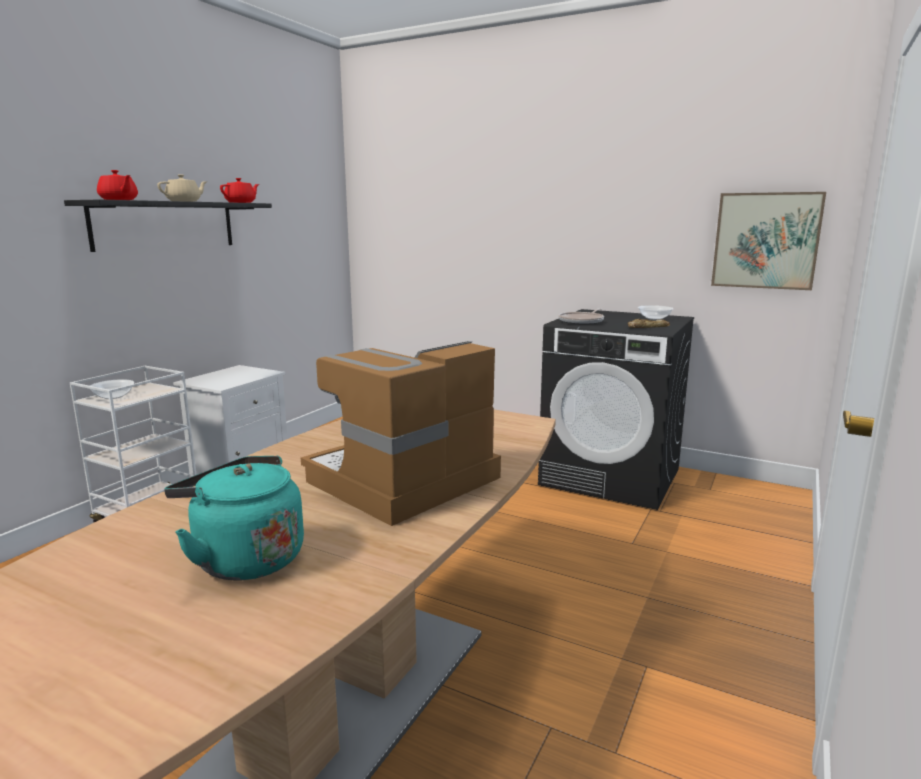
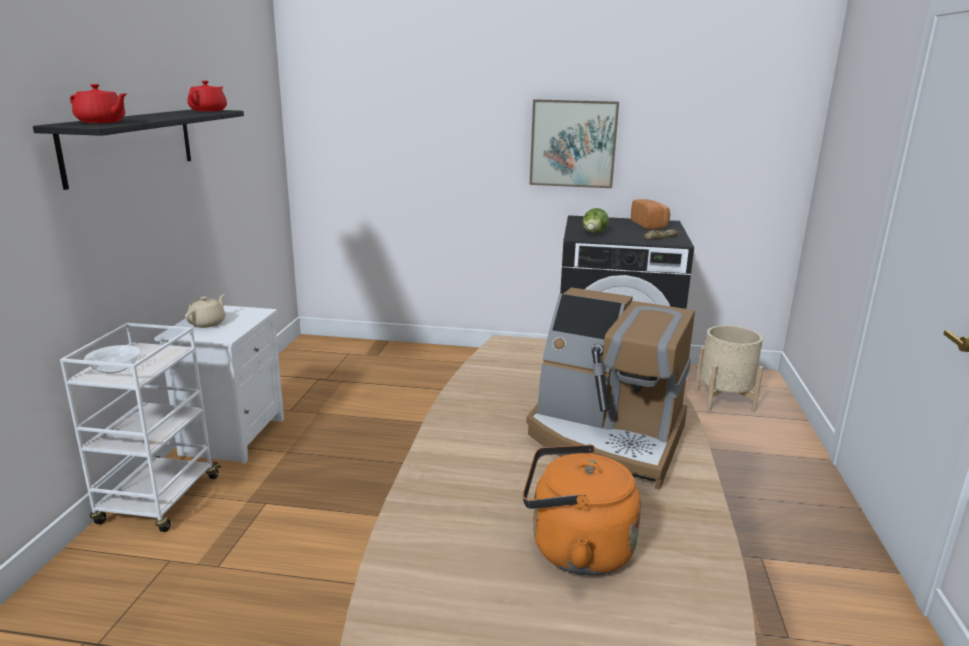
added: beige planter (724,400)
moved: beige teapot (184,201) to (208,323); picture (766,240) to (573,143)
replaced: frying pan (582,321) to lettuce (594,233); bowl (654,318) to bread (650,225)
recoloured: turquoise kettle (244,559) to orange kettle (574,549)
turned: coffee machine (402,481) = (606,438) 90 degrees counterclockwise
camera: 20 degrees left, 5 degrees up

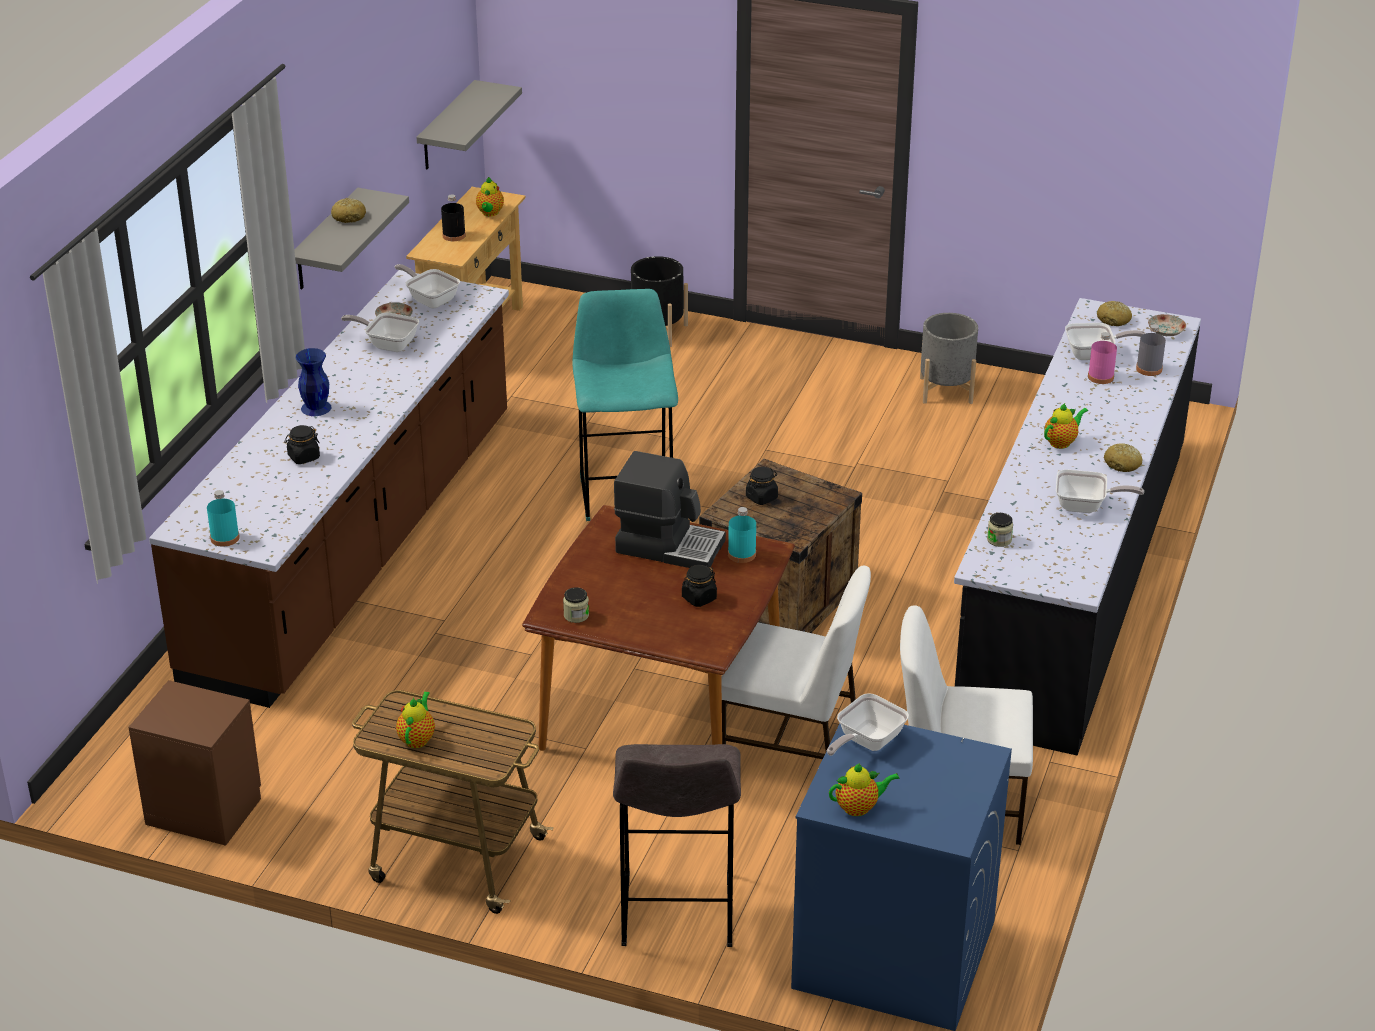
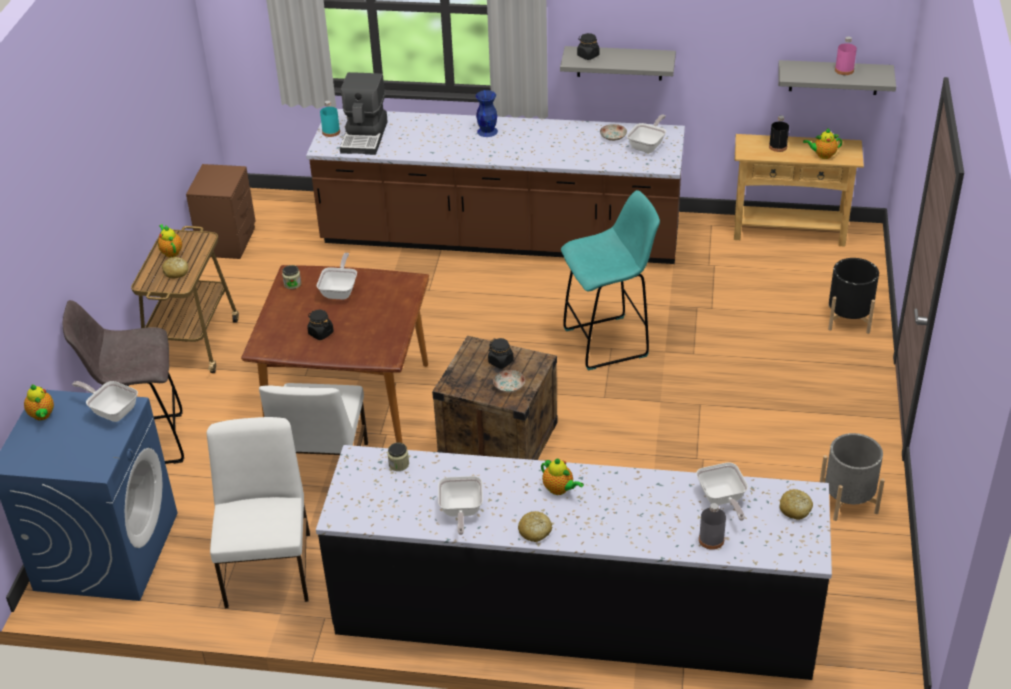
removed: turquoise bottle (741,554)
moved: bread (349,217) to (176,272); frying pan (388,344) to (340,290); coffee machine (669,545) to (365,137); plate (1165,332) to (509,386); black jar (303,457) to (588,55); pink bottle (1100,377) to (844,70)
turned: teapot (417,738) = (171,252) 120 degrees counterclockwise
camera: 80 degrees right, 5 degrees up

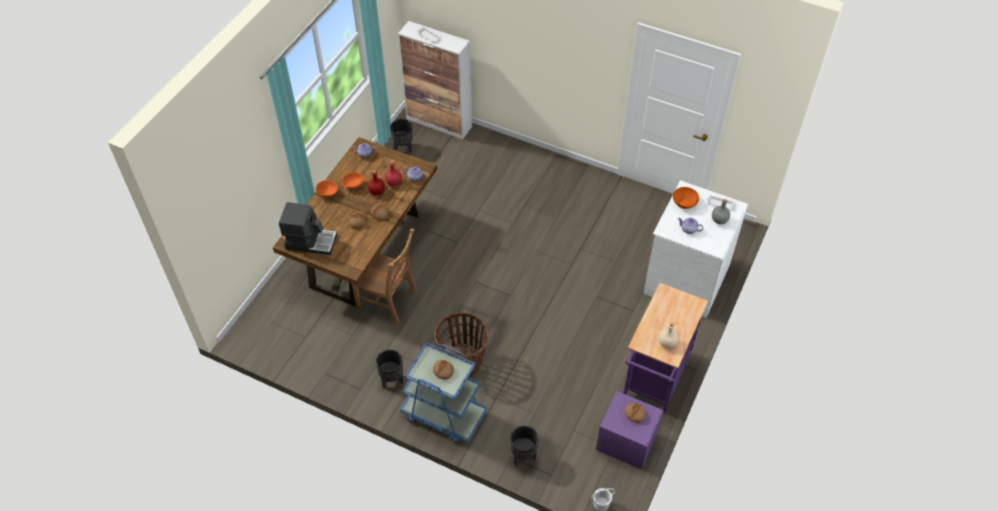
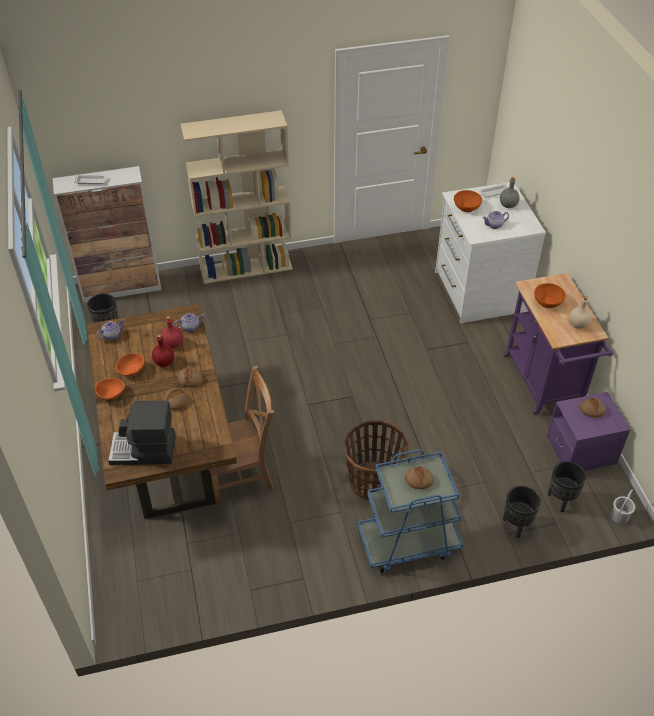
added: beige bookcase (246,268); orange bowl (547,302)
moved: black planter (391,380) to (560,500)
turned: coffee machine (311,241) = (143,450) 150 degrees counterclockwise
camera: 40 degrees left, 5 degrees down

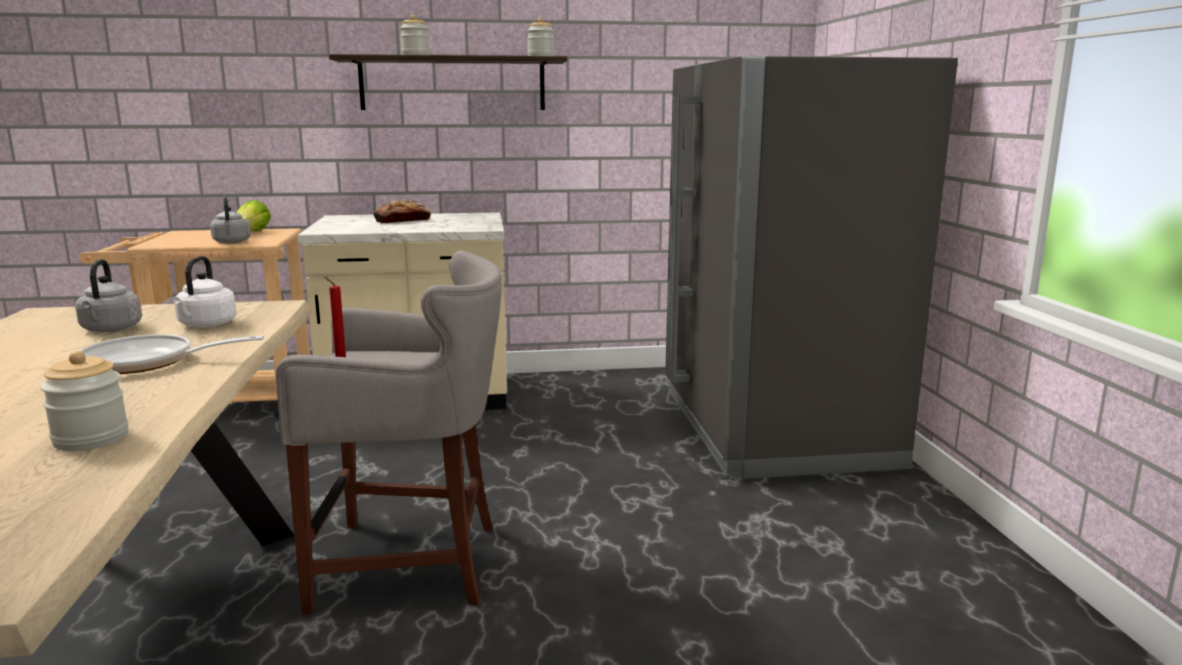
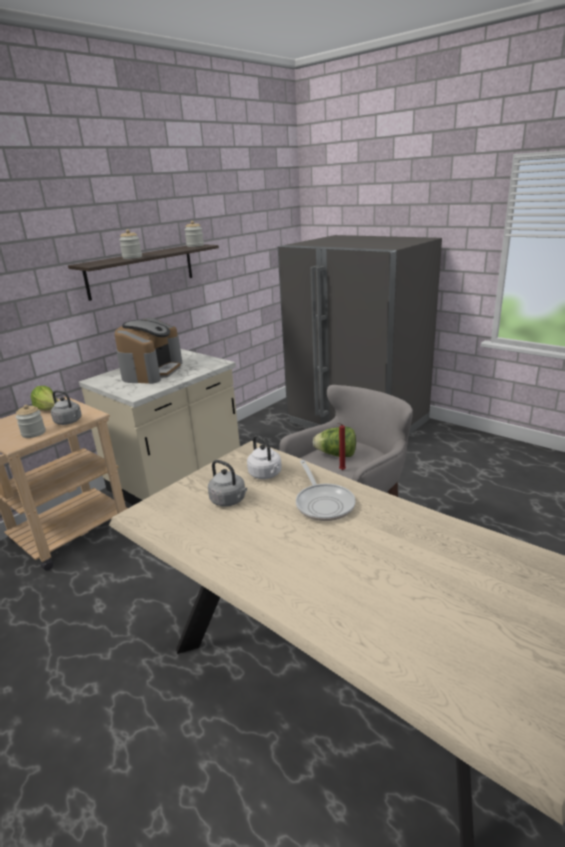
added: lettuce (336,455)
moved: jar (91,438) to (33,433)
replaced: bread (402,221) to coffee machine (152,371)
turned: frying pan (147,362) = (323,503) 60 degrees counterclockwise
camera: 40 degrees left, 10 degrees up

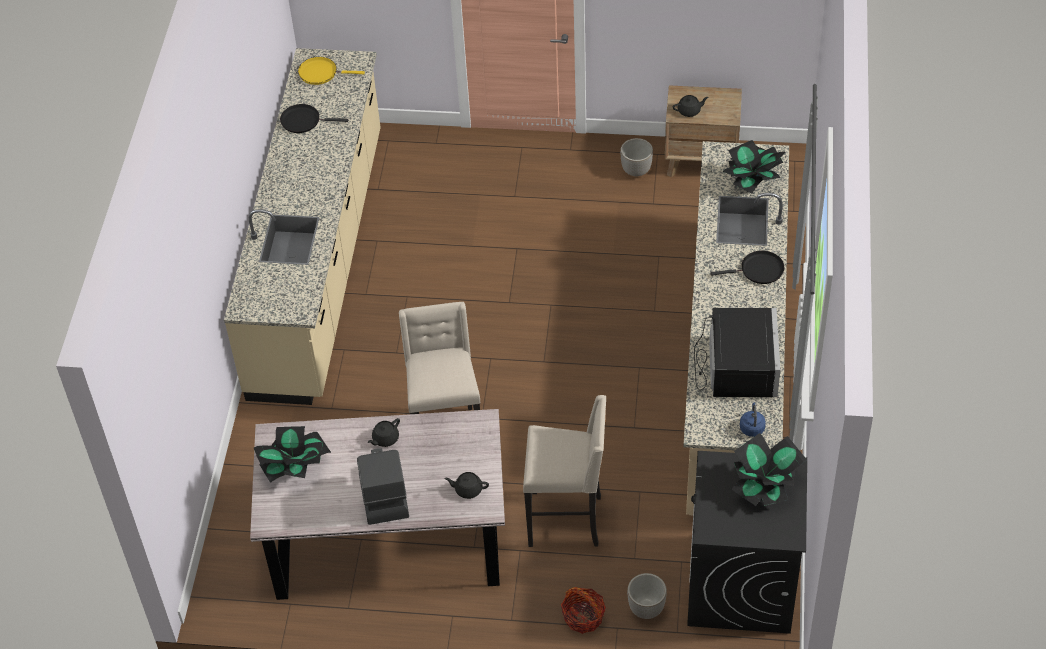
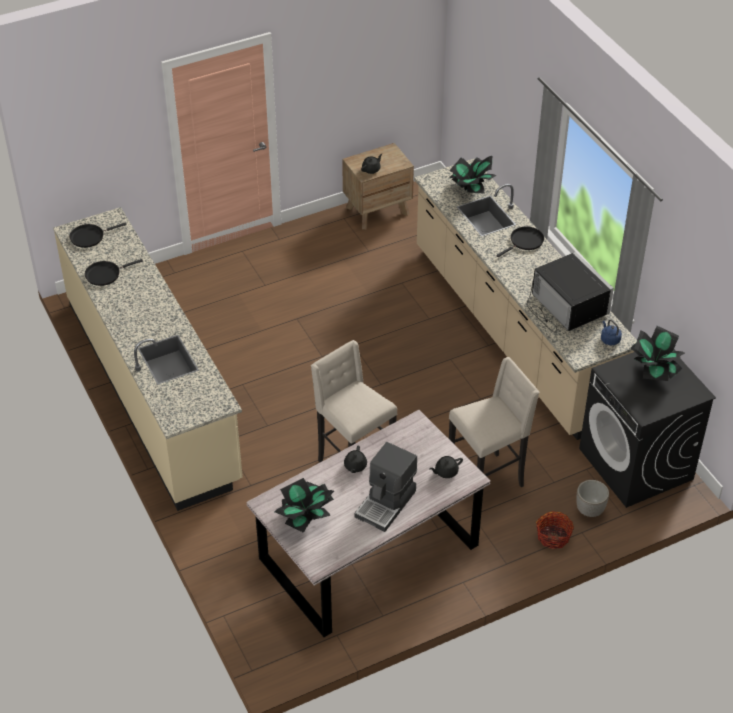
removed: planter (636,170)
recoloured: yellow frying pan (321,73) to black frying pan (89,237)
turned: coffee machine (382,493) = (386,503) 105 degrees counterclockwise
camera: 35 degrees left, 5 degrees down

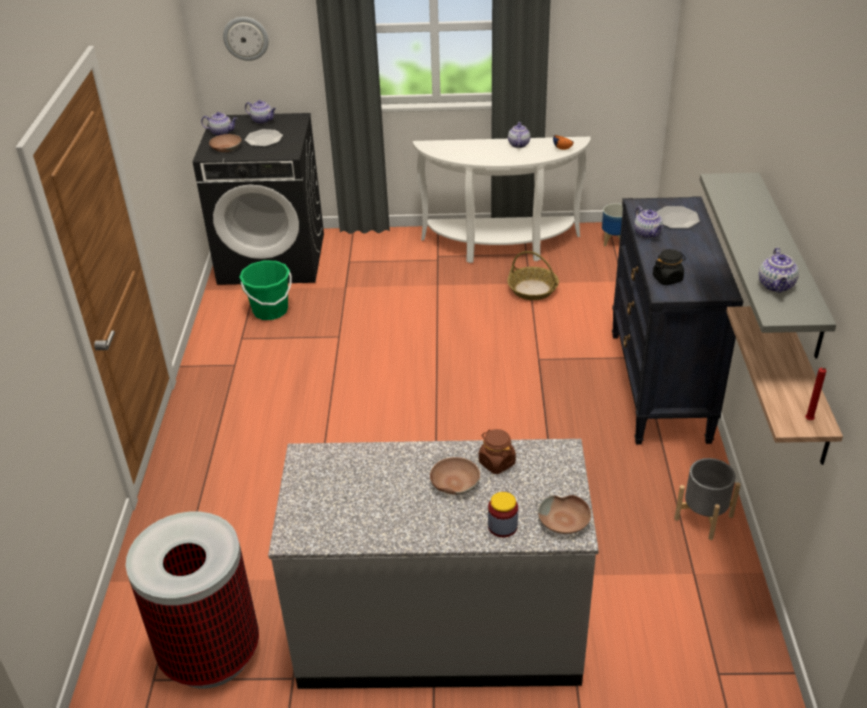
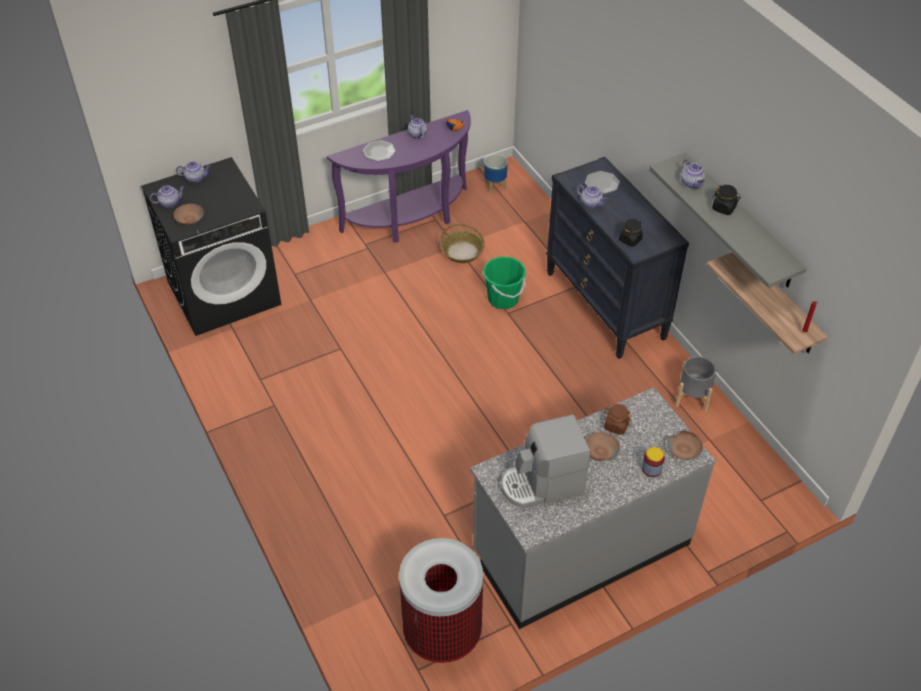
removed: wall clock (246,38)
added: coffee machine (542,484); black jar (724,208)
moved: plate (264,139) to (379,152); green bucket (270,311) to (503,299); teapot (776,286) to (692,183)
recoloured: white console table (501,248) to purple console table (411,219)
camera: 30 degrees left, 10 degrees up

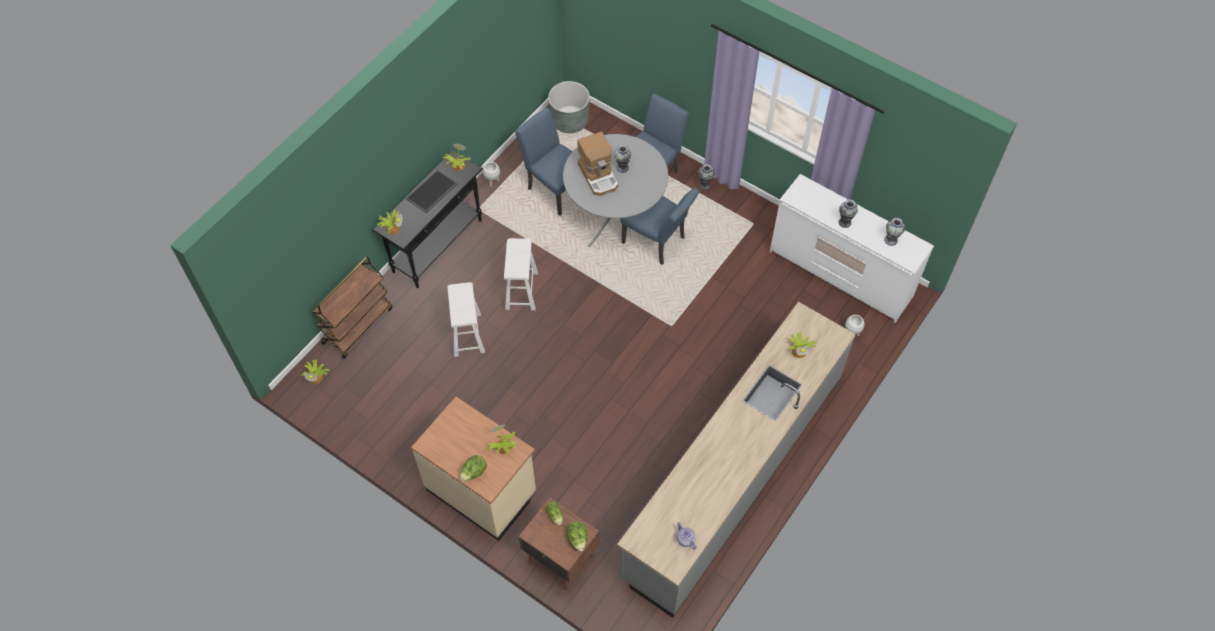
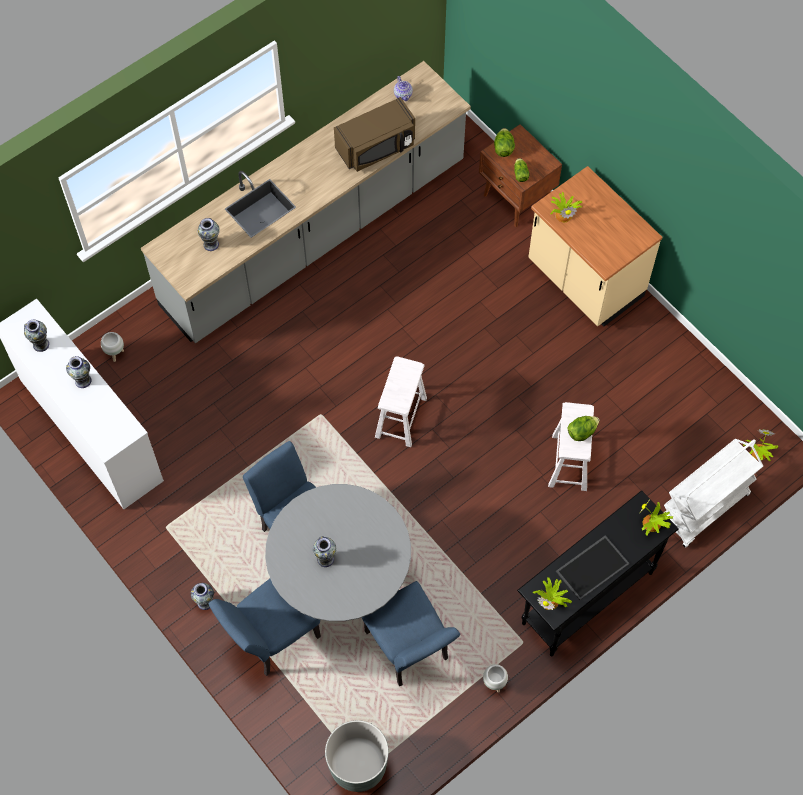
removed: coffee machine (599,176)
added: brown microwave (377,147)
moved: white stool (521,290) to (400,417); lettuce (474,472) to (582,432)
replaced: potted plant (799,350) to vase (211,244)
recoloured: brown cart (357,325) to white cart (703,508)
camera: 165 degrees left, 5 degrees up

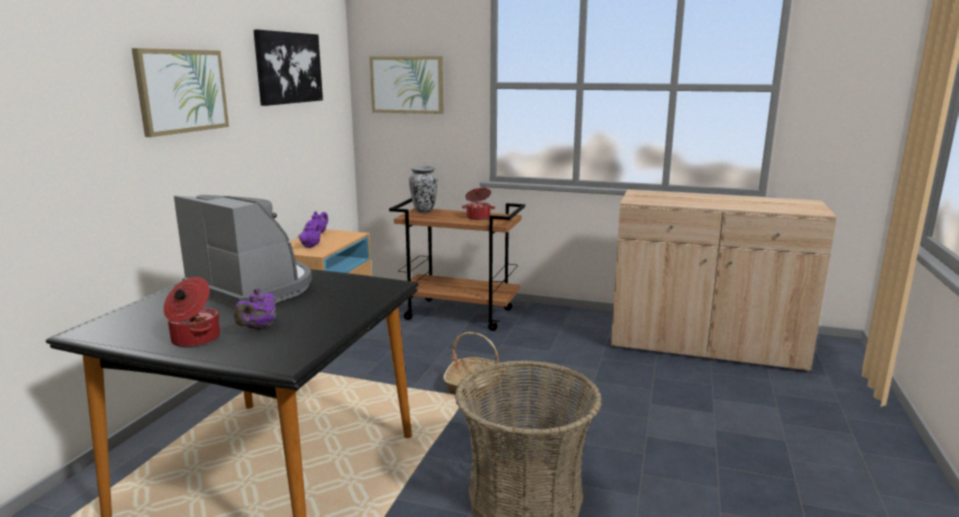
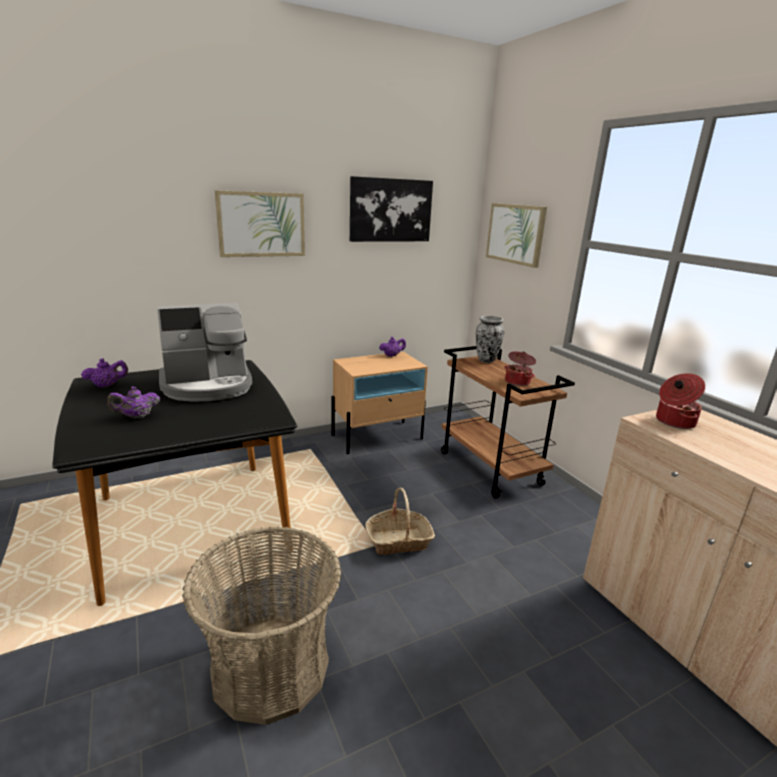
moved: purple teapot (311,246) to (107,385); cooking pot (194,340) to (673,422)
turned: coffee machine (253,288) = (208,385) 75 degrees clockwise
camera: 45 degrees right, 5 degrees up

